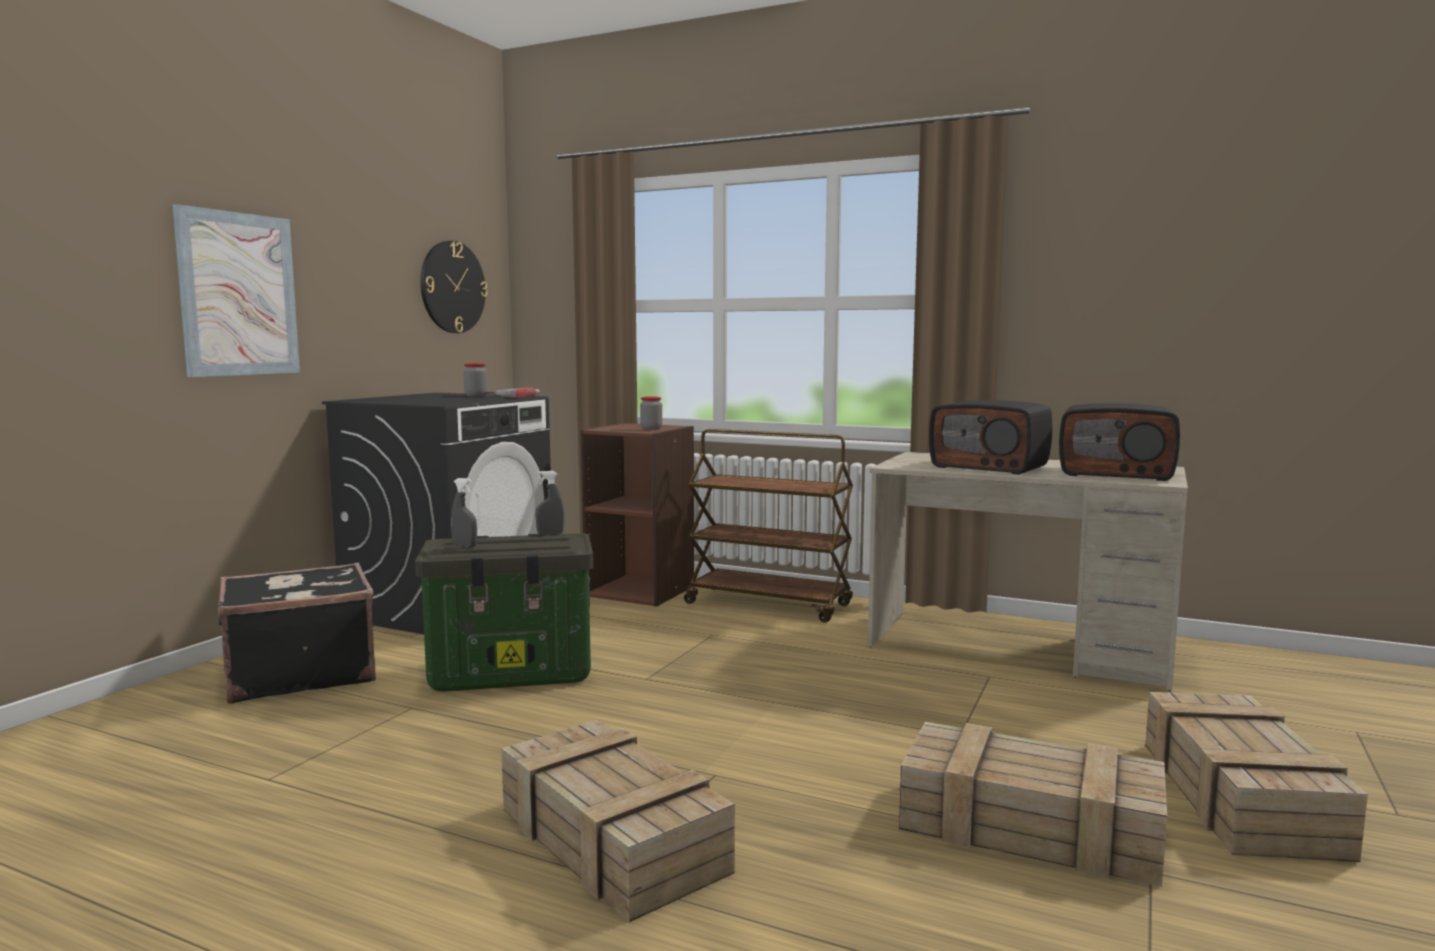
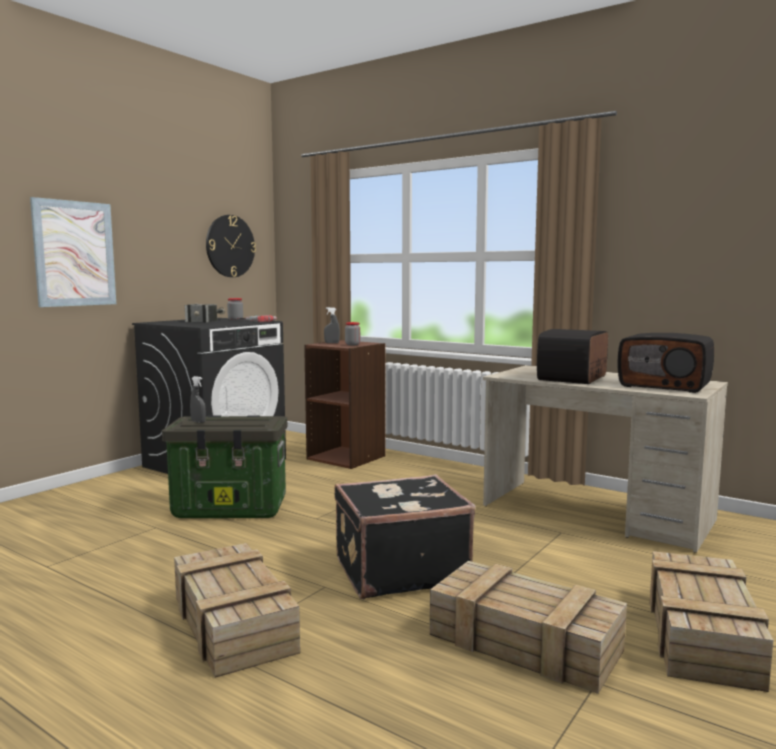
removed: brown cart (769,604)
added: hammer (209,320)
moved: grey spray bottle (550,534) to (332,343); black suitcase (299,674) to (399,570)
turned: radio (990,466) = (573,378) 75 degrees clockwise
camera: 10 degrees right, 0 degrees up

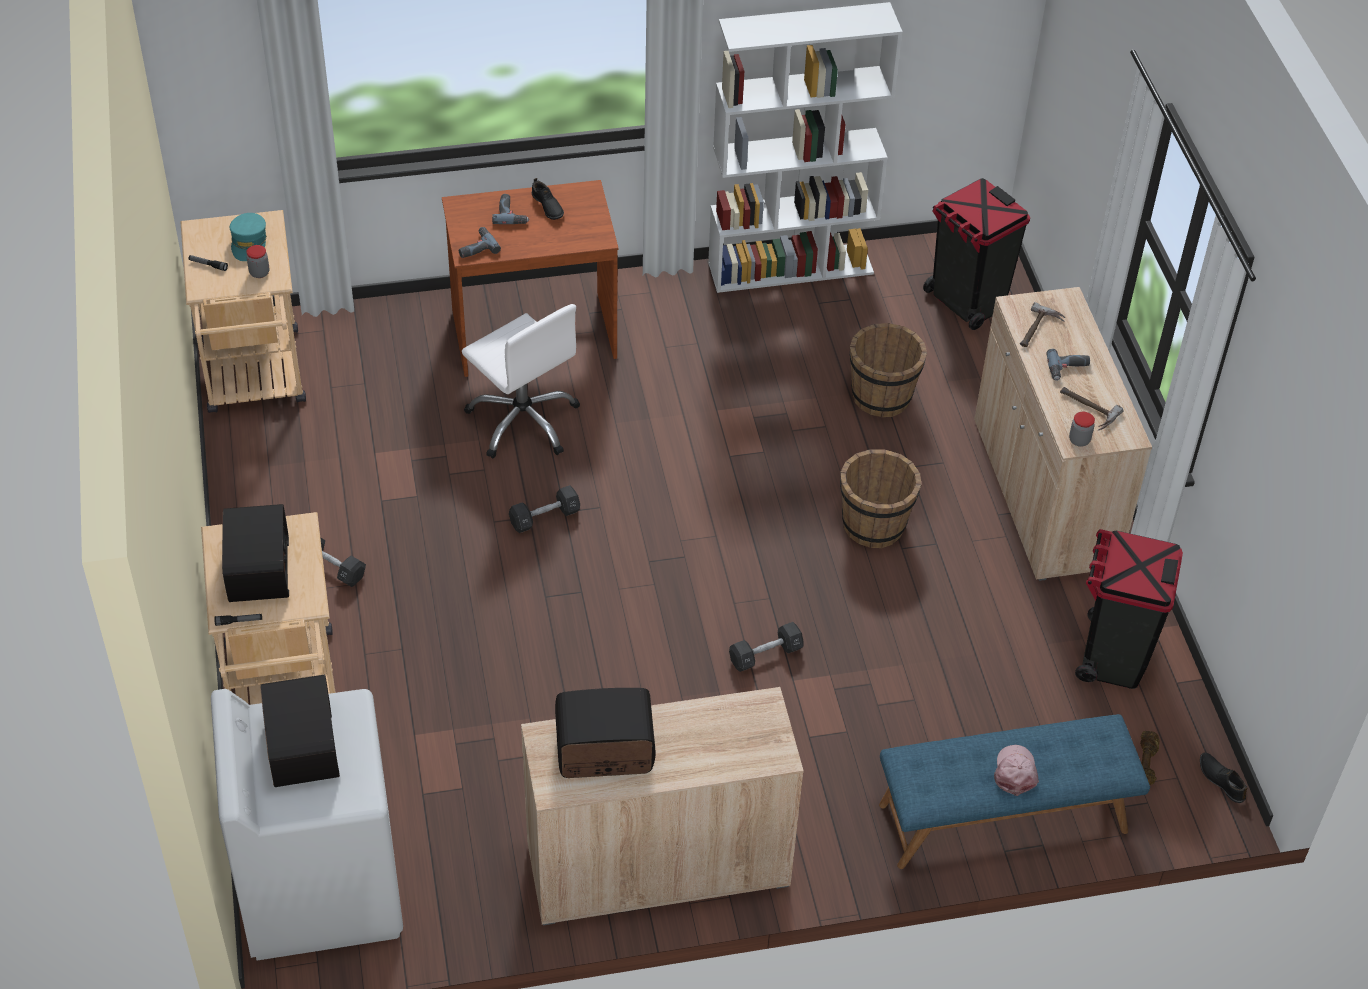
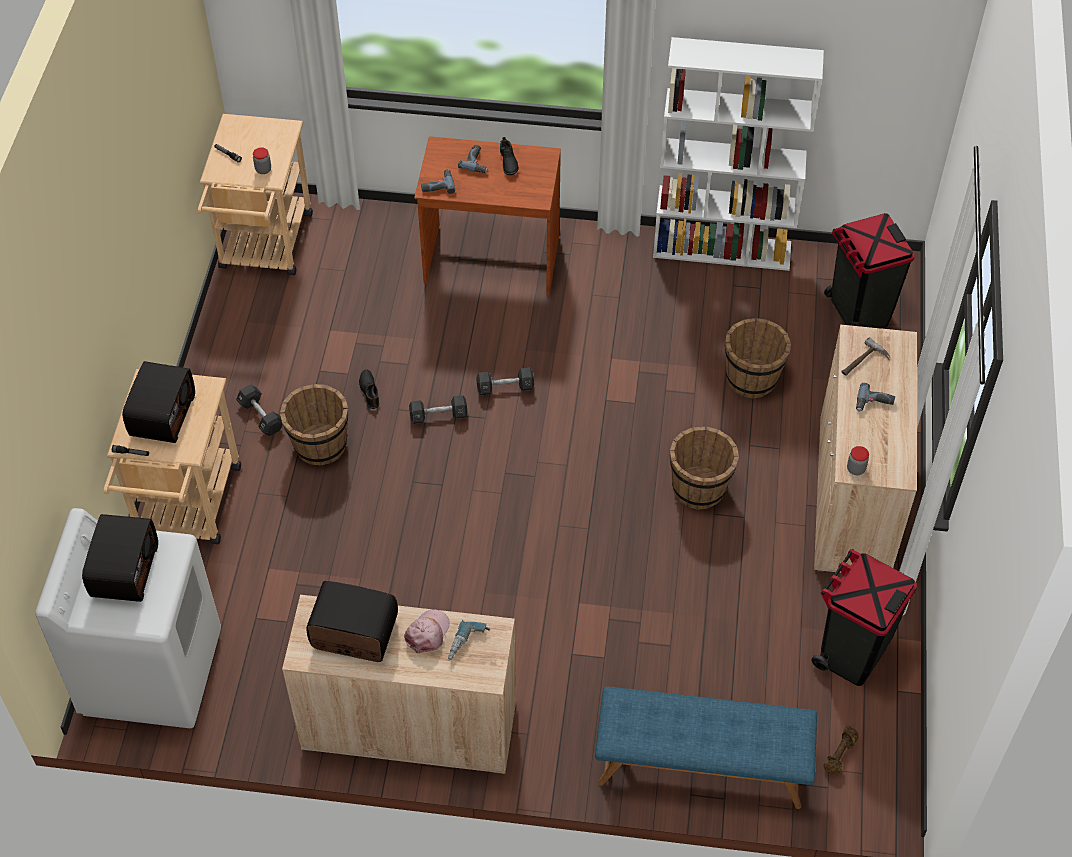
removed: turquoise cap (249,243); white office chair (523,421); hammer (1085,410)
added: brown bucket (319,445); power drill (468,645)
moved: black shoe (1221,780) to (370,391); pink cap (1015,772) to (427,633); black dumbbell (765,655) to (505,388)
camera: 20 degrees right, 5 degrees up

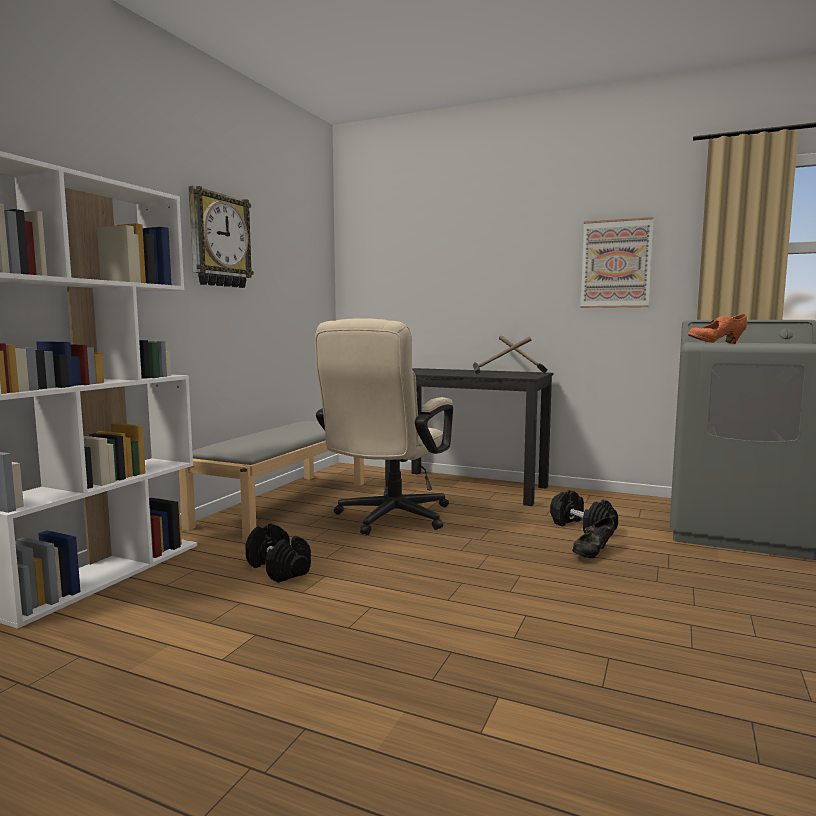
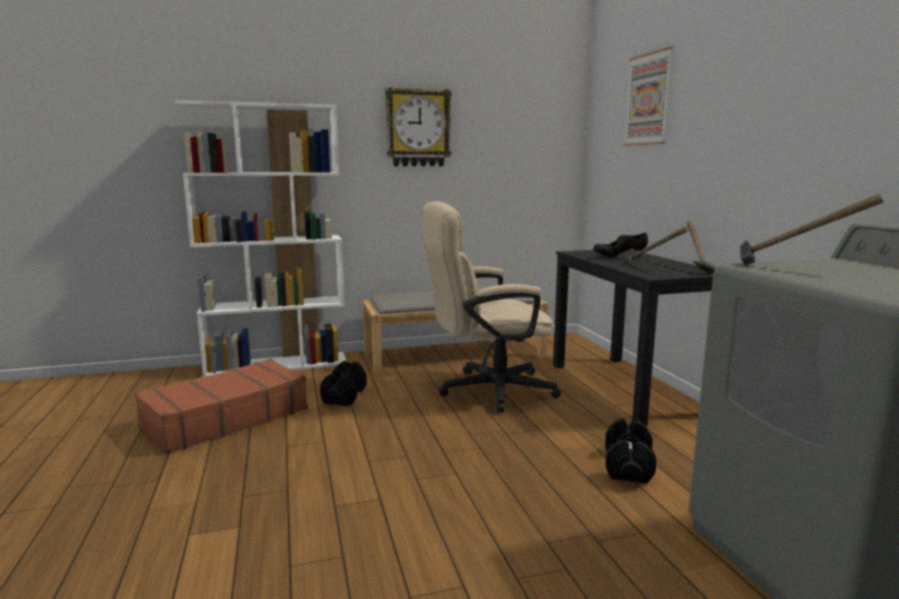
added: brown suitcase (225,418)
moved: black shoe (592,554) to (619,257); picture (616,264) to (648,99)
replaced: orange shoe (716,344) to hammer (794,267)
camera: 50 degrees right, 5 degrees up

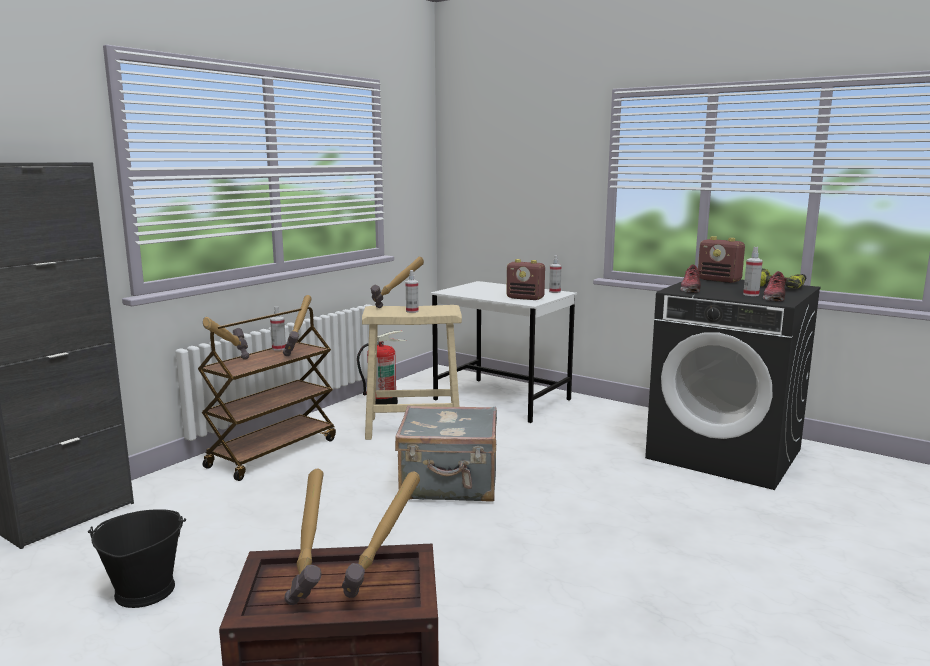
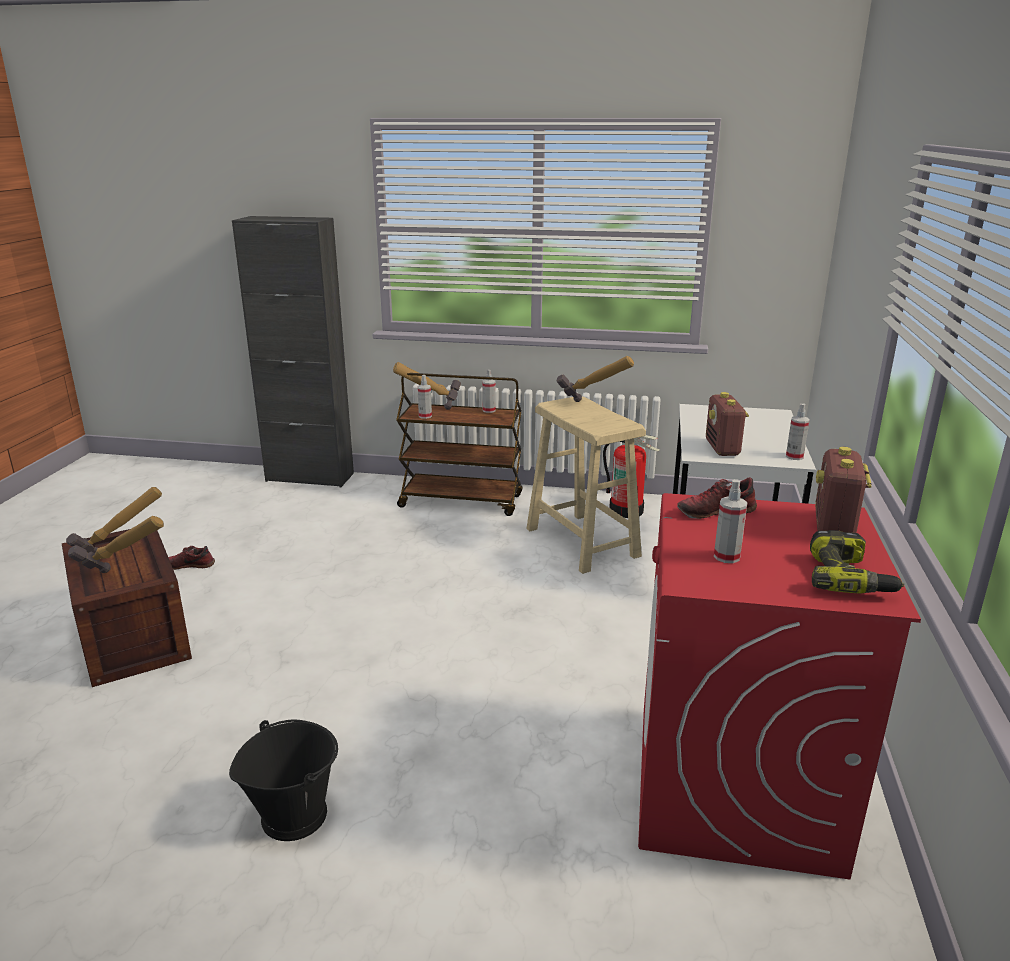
removed: hammer (302,351); grey suitcase (449,484)
moved: shoe (773,297) to (189,565); black bucket (144,591) to (294,814); spray bottle (412,311) to (425,416)
recoloured: black washing machine (725,454) to red washing machine (735,786)
camera: 65 degrees right, 10 degrees up

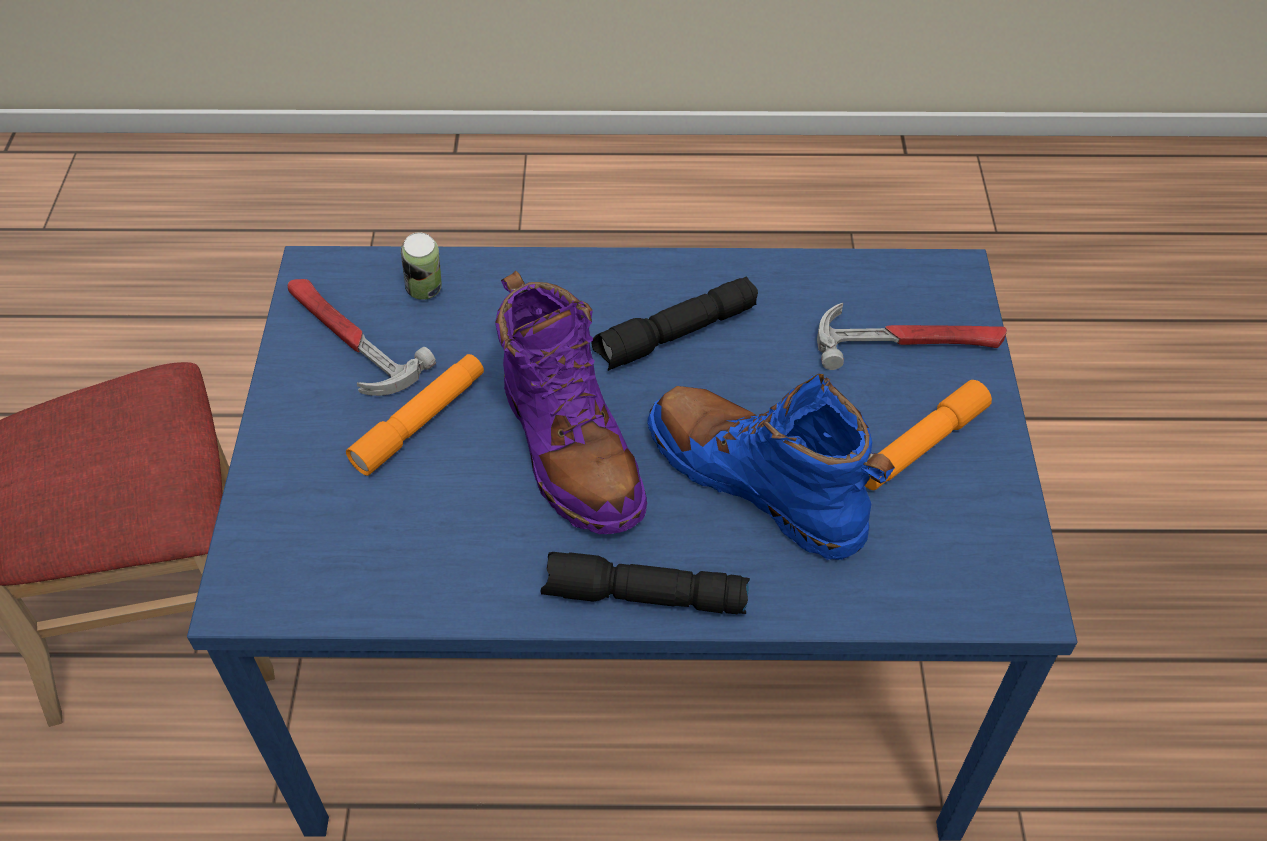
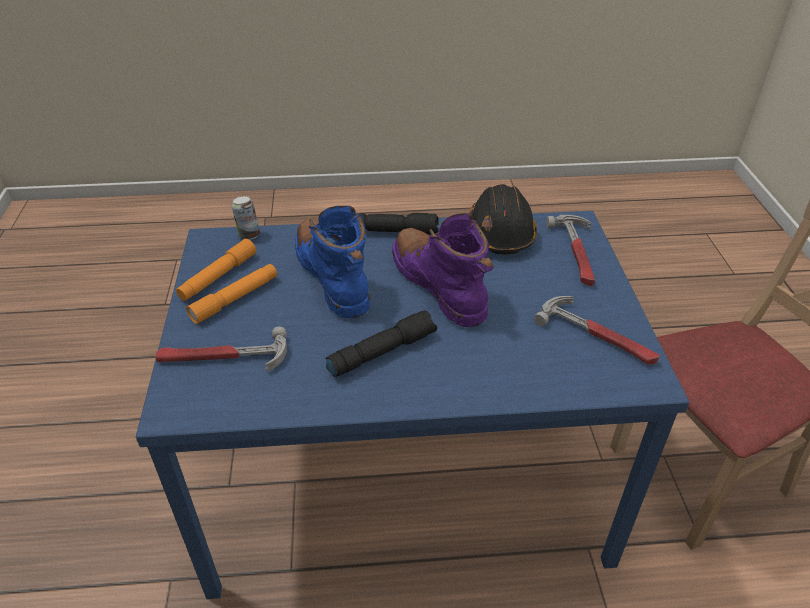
added: black hard hat (500,233); hammer (577,253)
moved: orange flashlight (420,422) to (218,277); can (425,292) to (248,235)
turned: blue boot (756,482) = (333,277) 150 degrees counterclockwise
camera: 175 degrees right, 10 degrees down

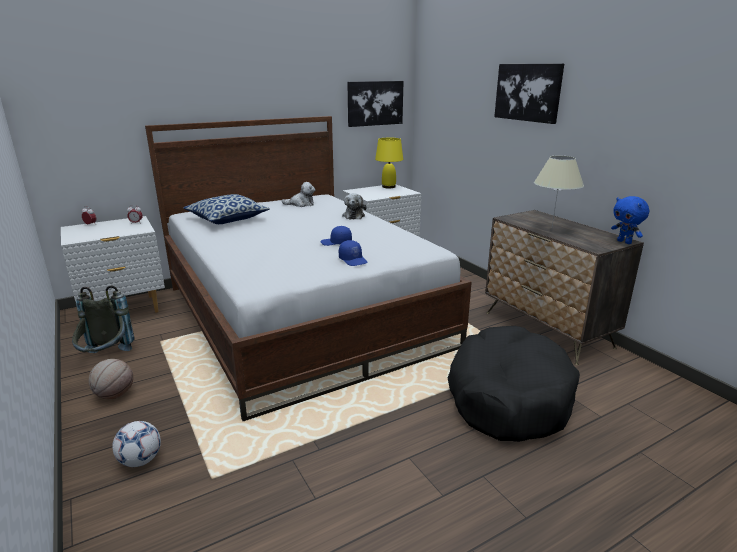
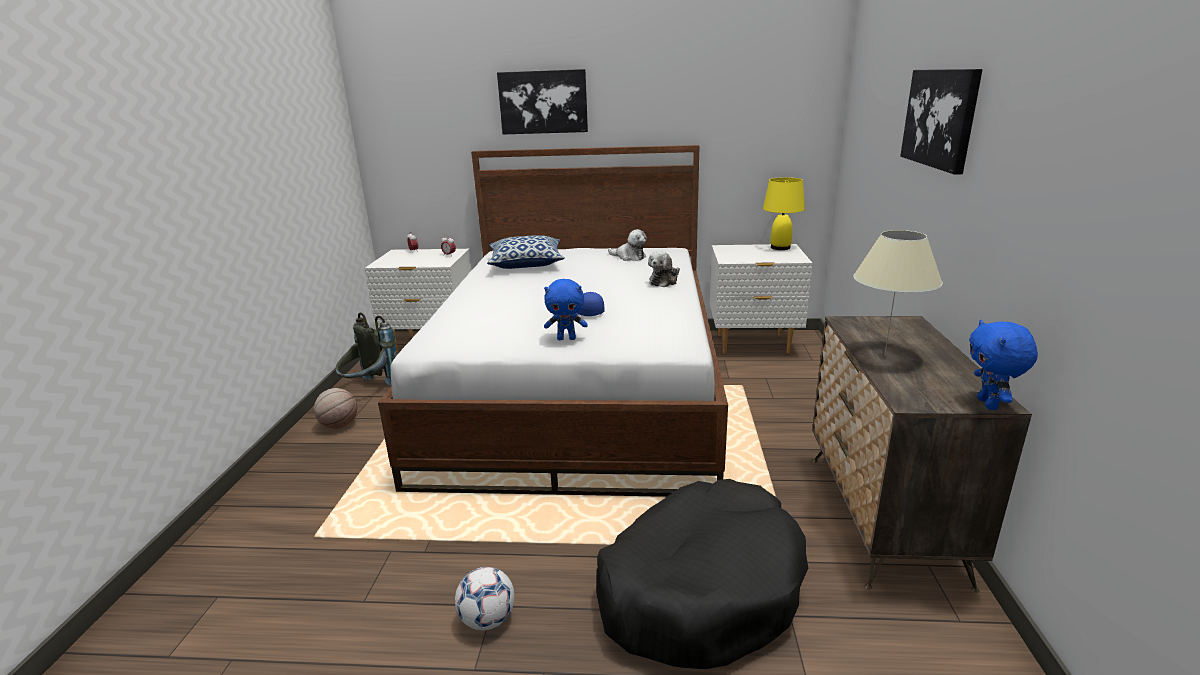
moved: football (140,460) to (487,619); picture (375,103) to (543,102)
replaced: blue cap (353,260) to blue plush toy (567,338)
camera: 35 degrees right, 0 degrees up

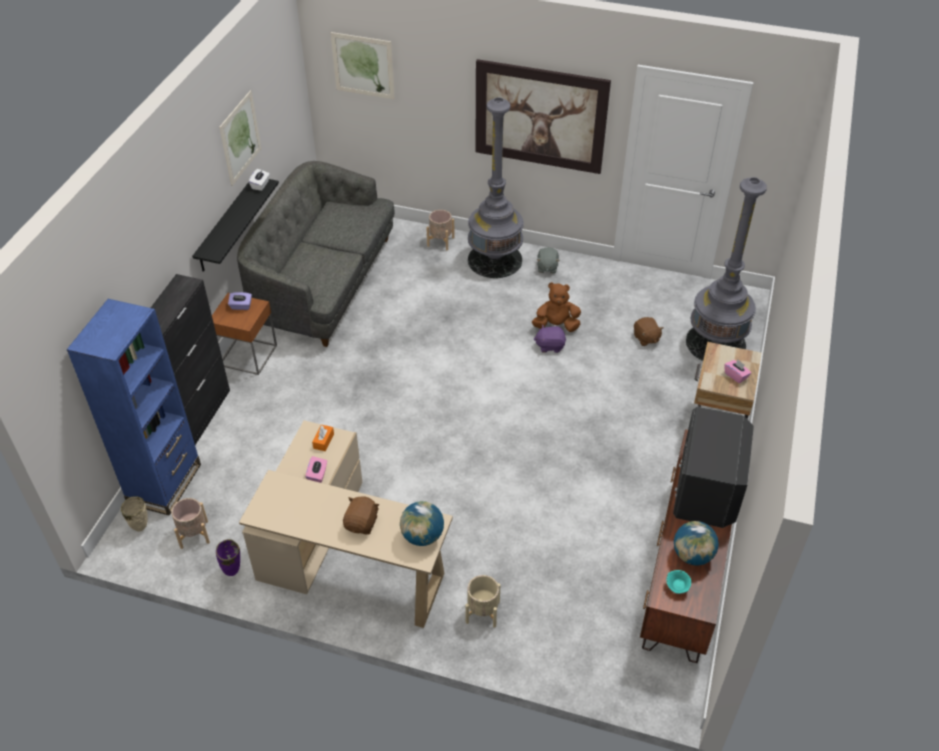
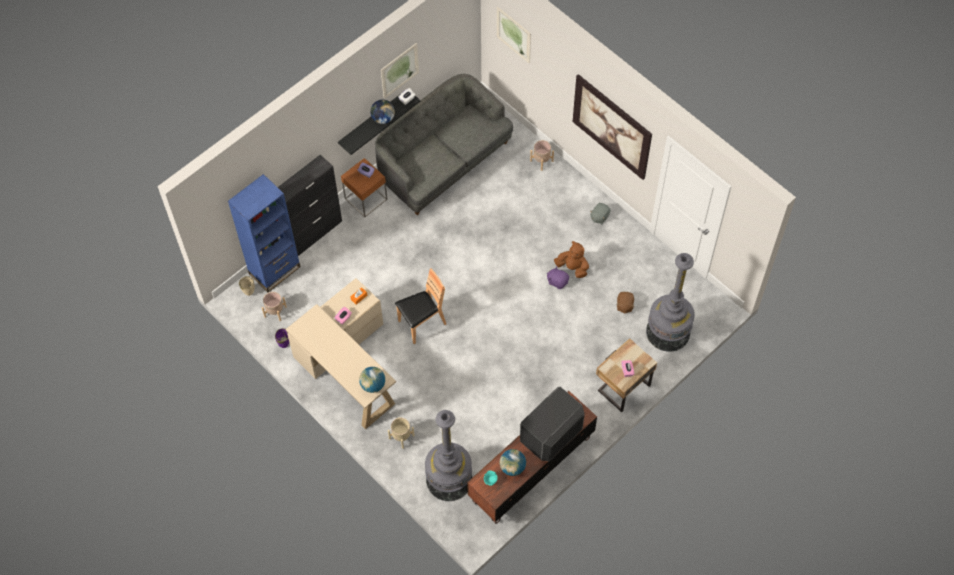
removed: brown plush toy (362,523)
added: globe (383,118); brown chair (422,323)
moved: grey floor lamp (494,260) to (449,479)
camera: 30 degrees right, 15 degrees up

